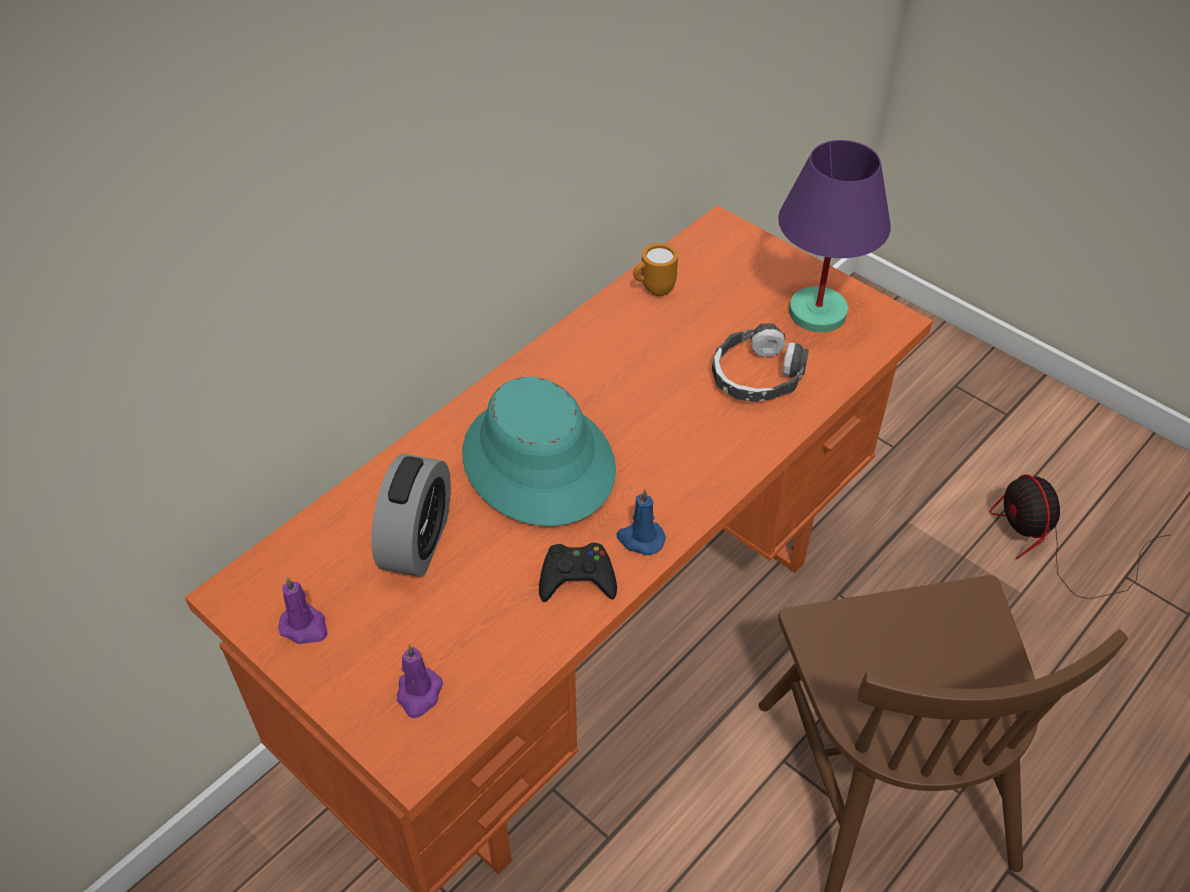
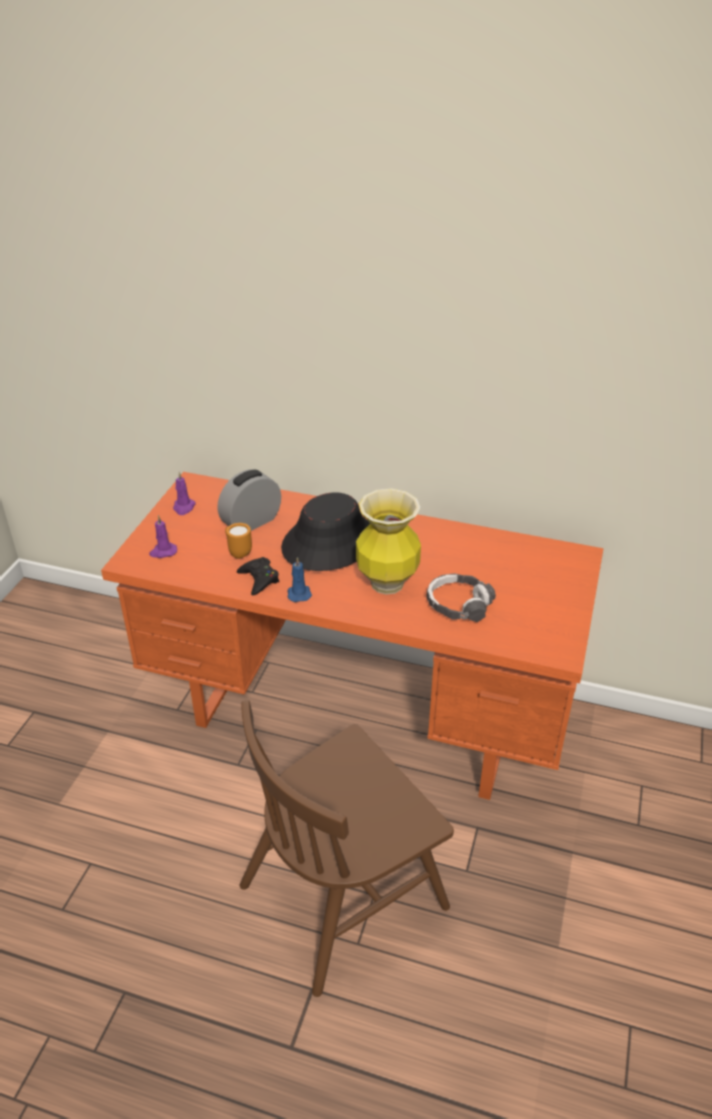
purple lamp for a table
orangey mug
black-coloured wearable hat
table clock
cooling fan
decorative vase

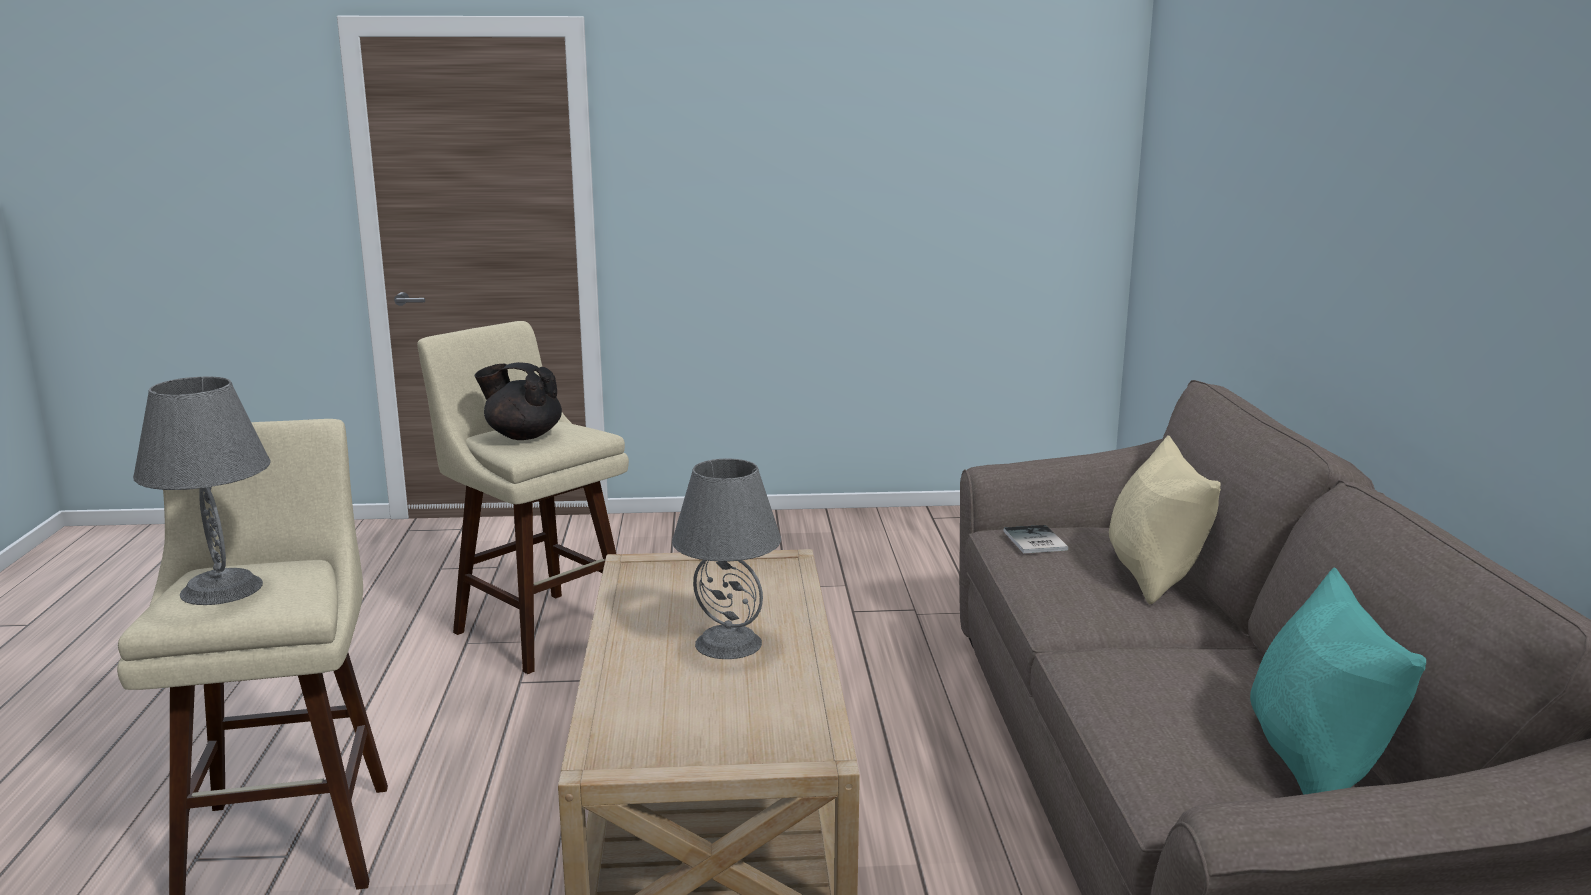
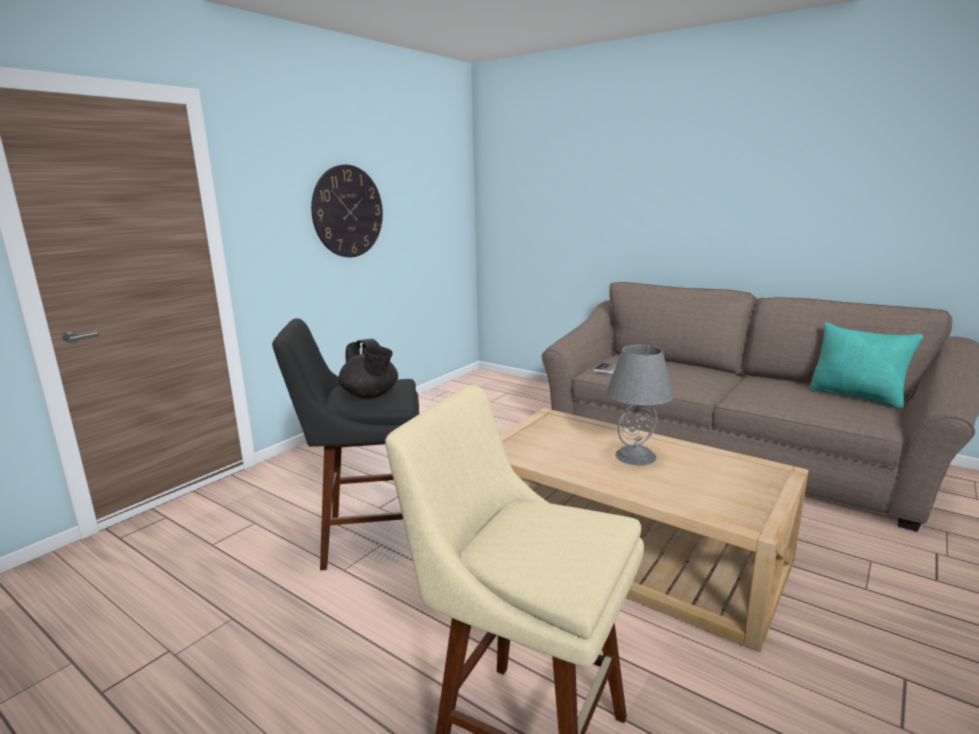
black-coloured sitting stool
black-coloured pot for tea
grey lamp for a table (no. 1 from left in the first image)
beige-coloured cushion
wall clock

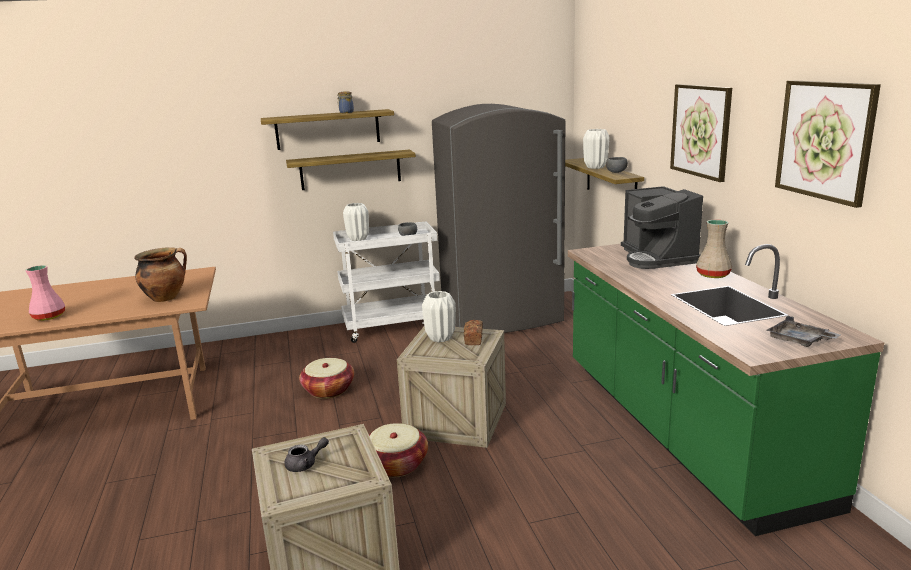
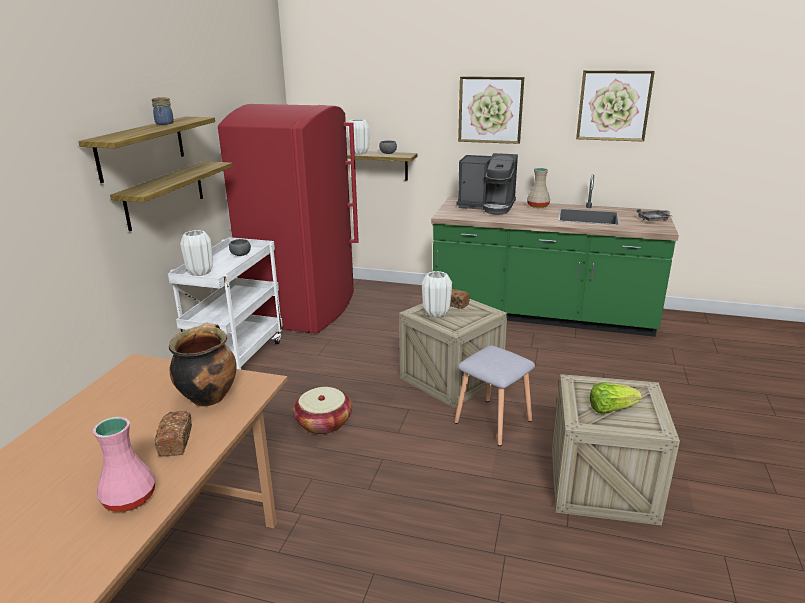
reddish kitchen fridge
grey sitting stool
lettuce
bakery bread (no. 1 from left)

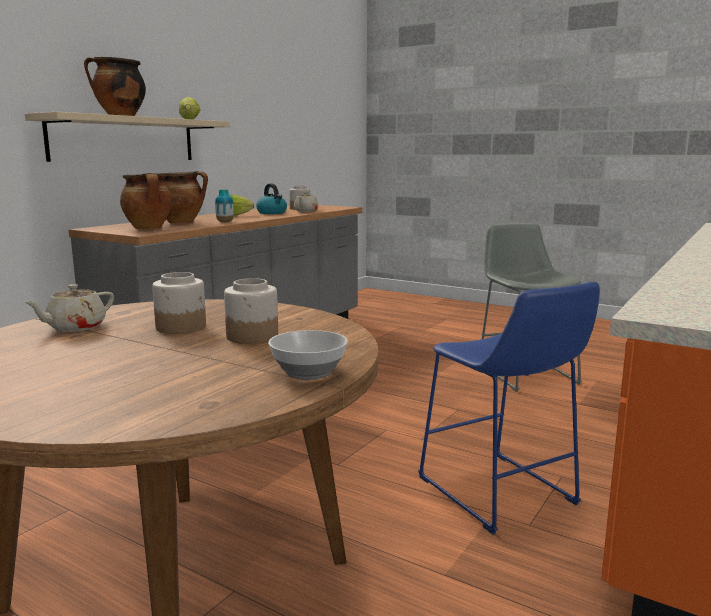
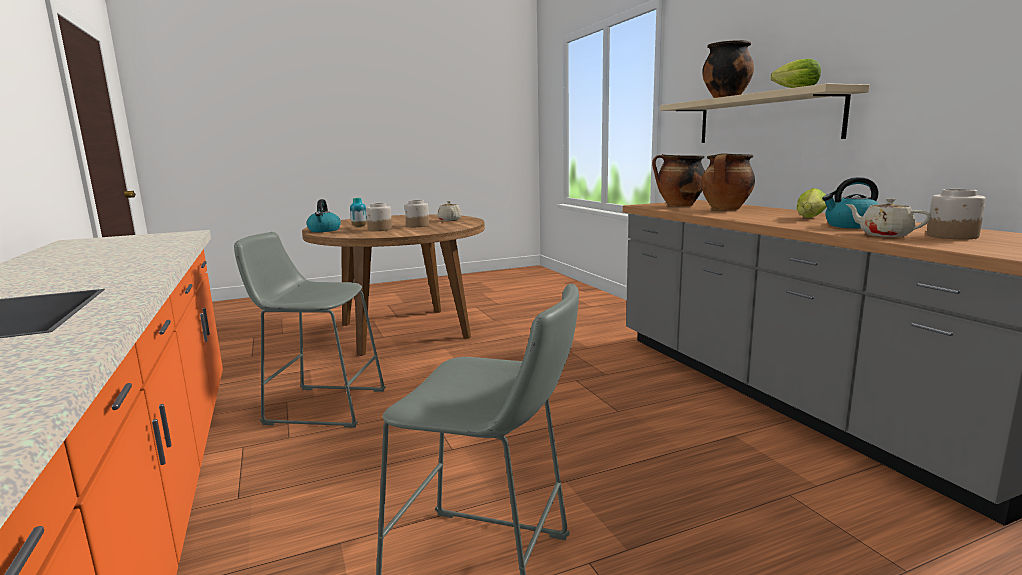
decorative vase
grey sitting stool (no. 1 from left)
tea kettle (no. 1 from left)

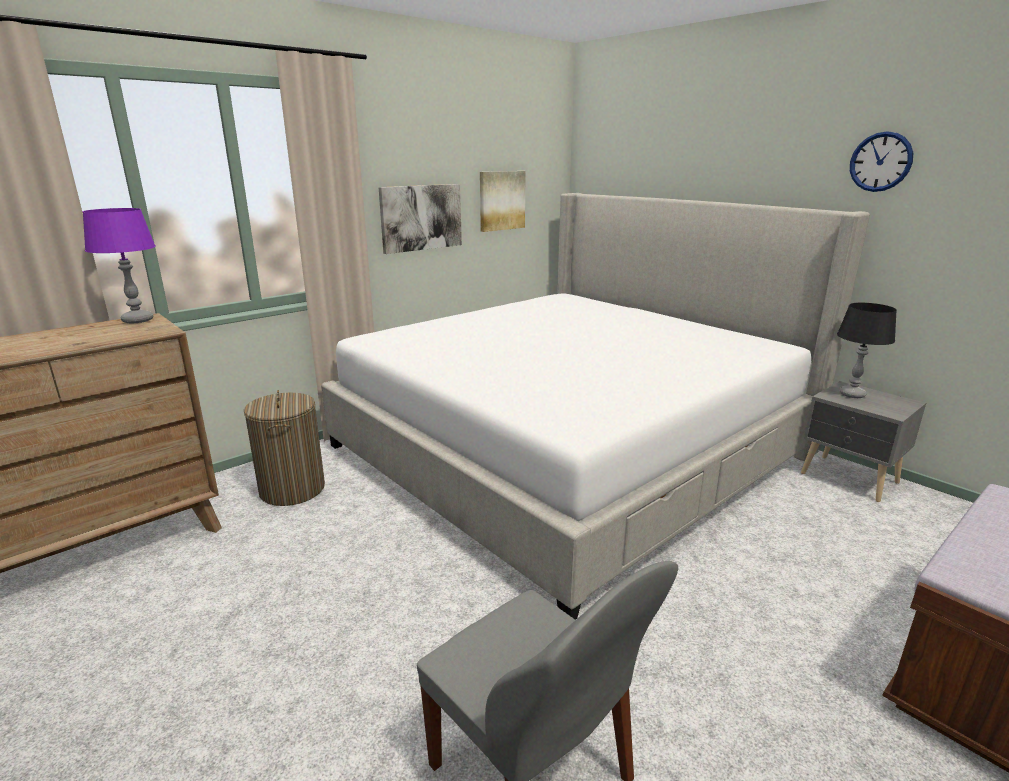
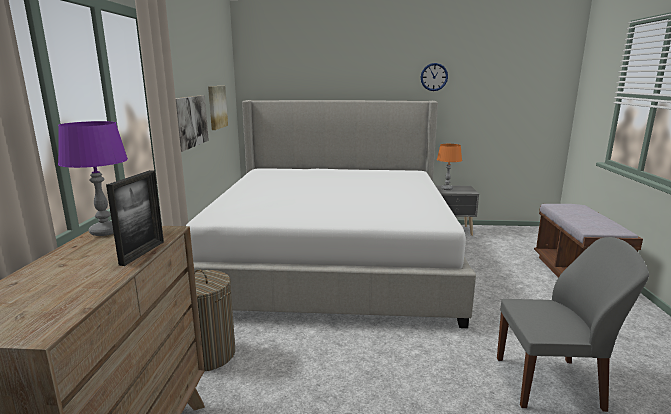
orangey lamp for a table
picture frame

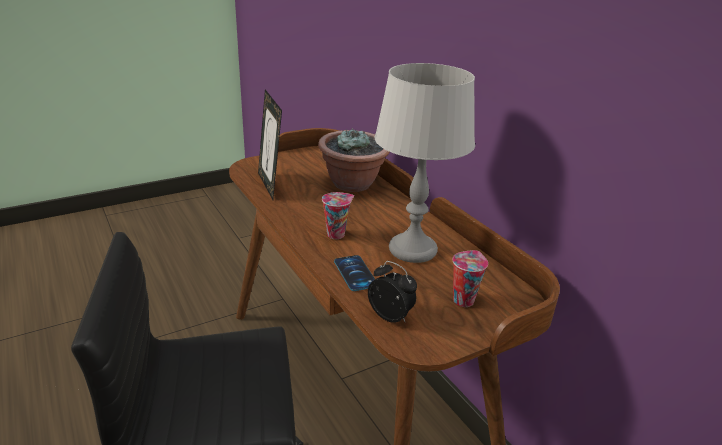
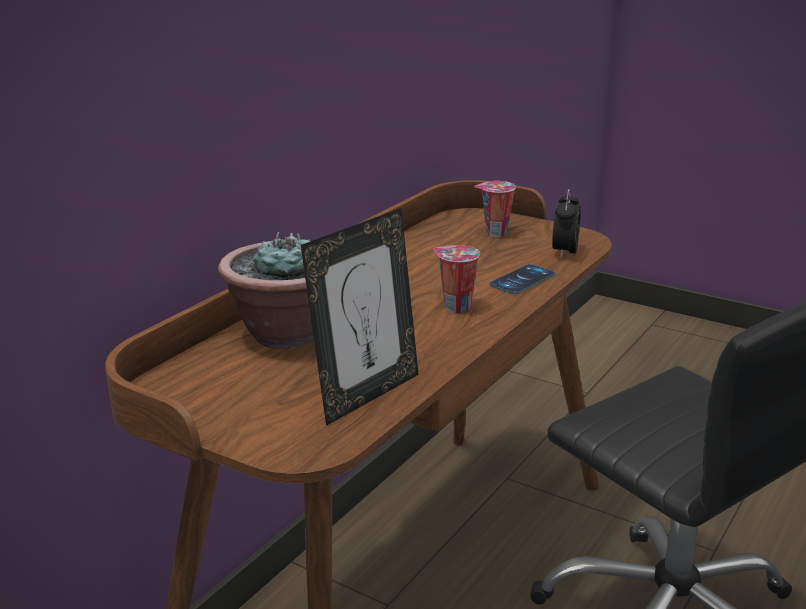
grey lamp for a table

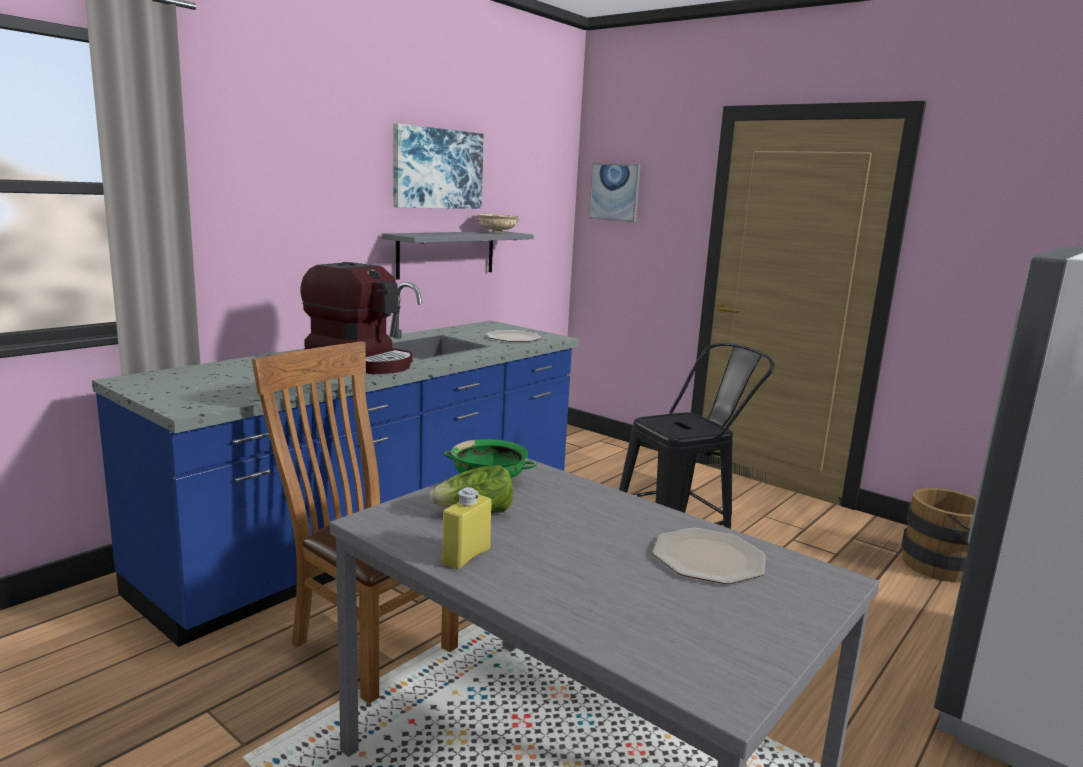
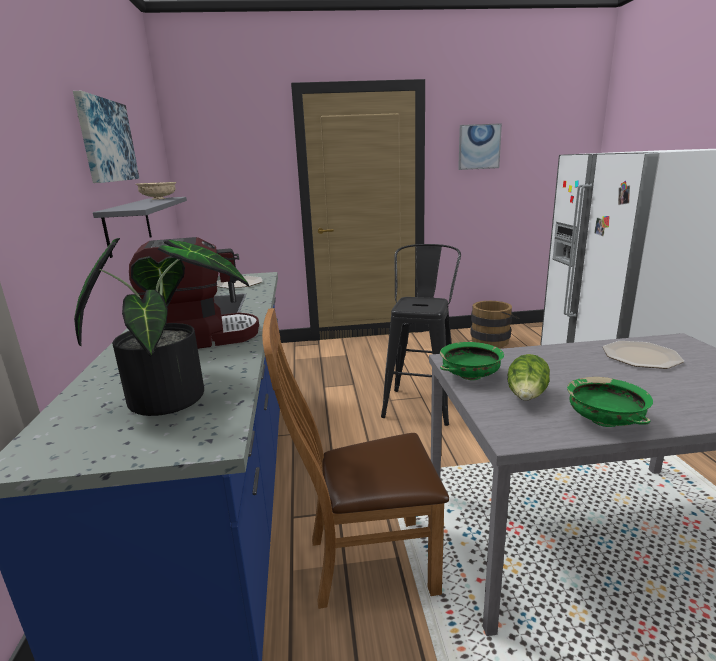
picture (no. 2 from left)
green bowl (no. 2 from left)
houseplant

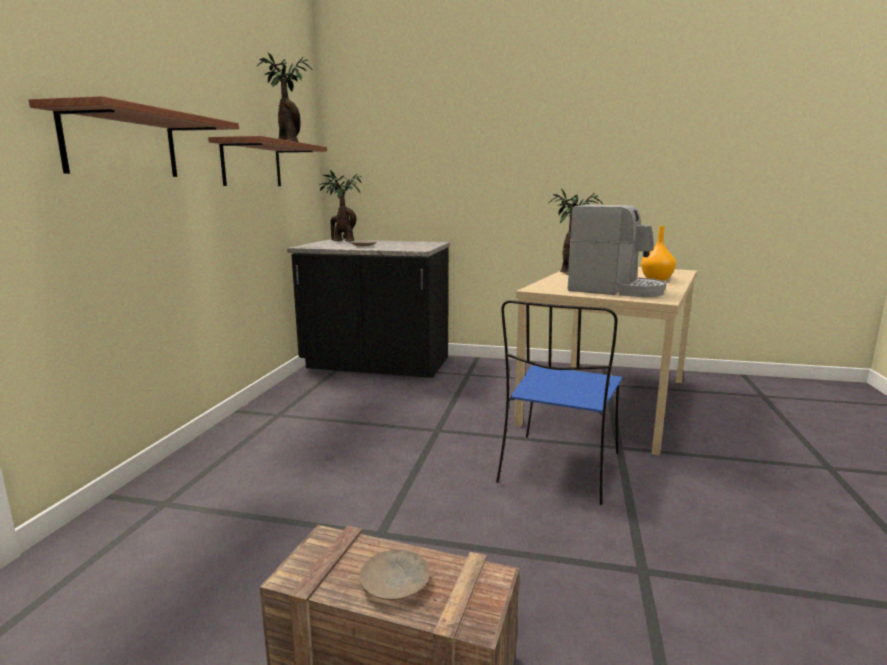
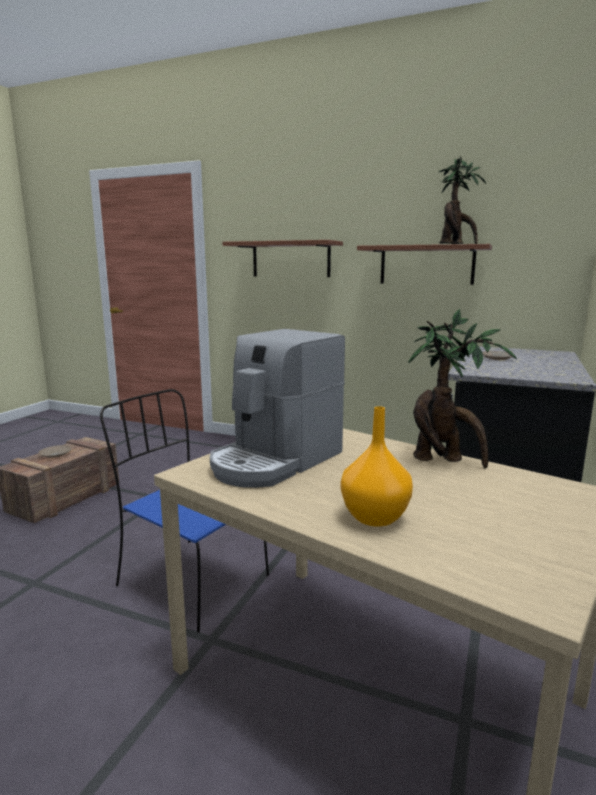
houseplant (no. 2 from left in the first image)

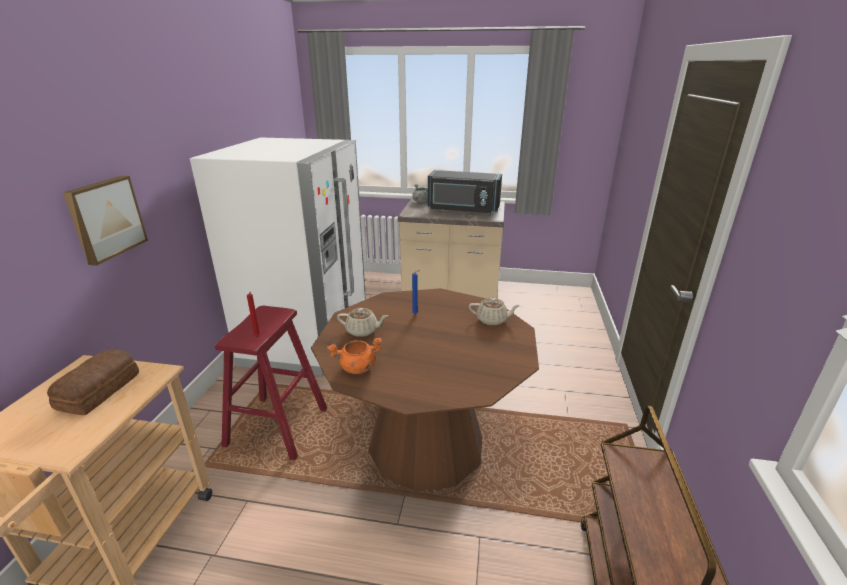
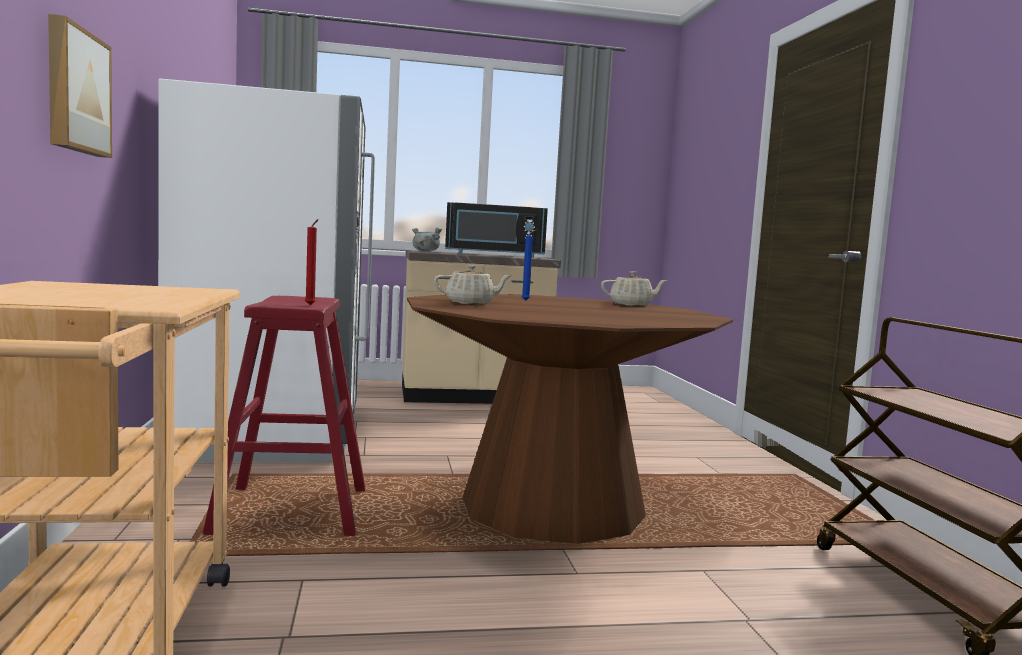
orangey cooking pot
bakery bread

